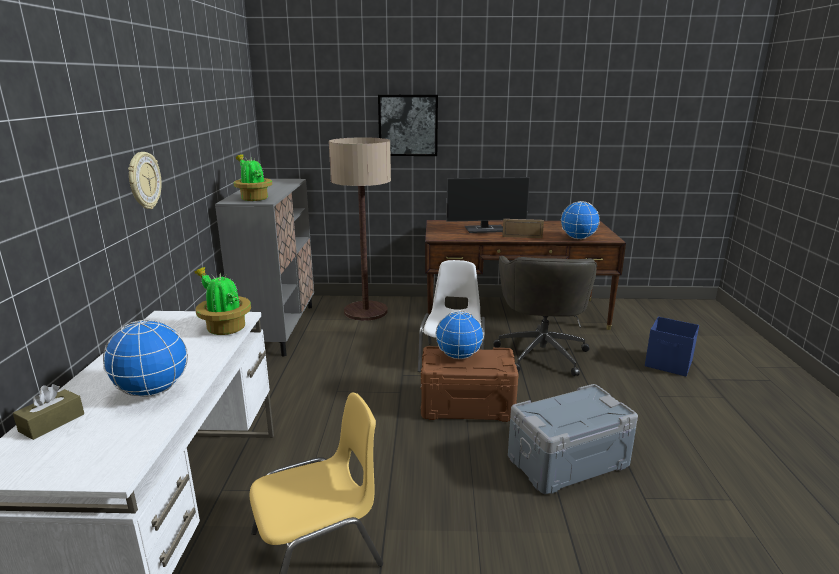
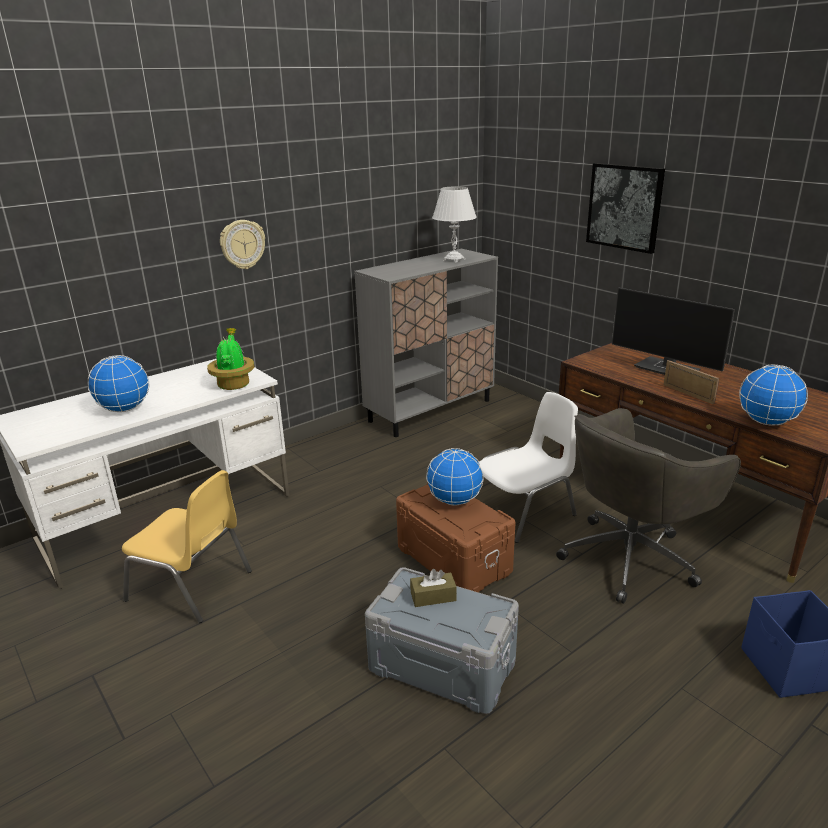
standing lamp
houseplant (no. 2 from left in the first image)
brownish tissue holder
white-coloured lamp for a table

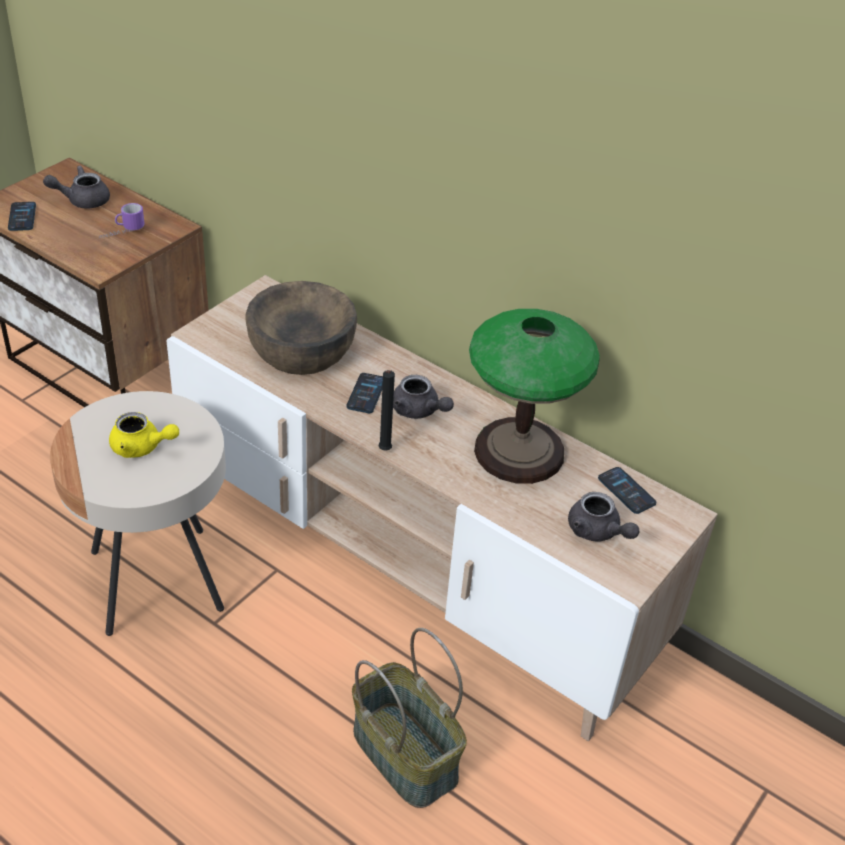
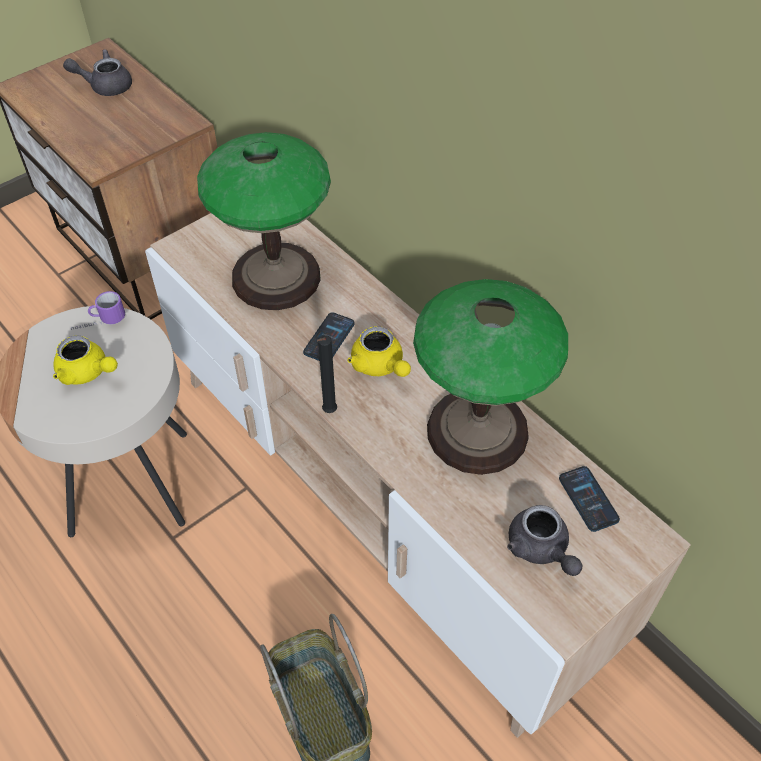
phone (no. 1 from left in the first image)
mug
lamp for a table (no. 1 from left)
yellow-coloured pot for tea (no. 2 from left)

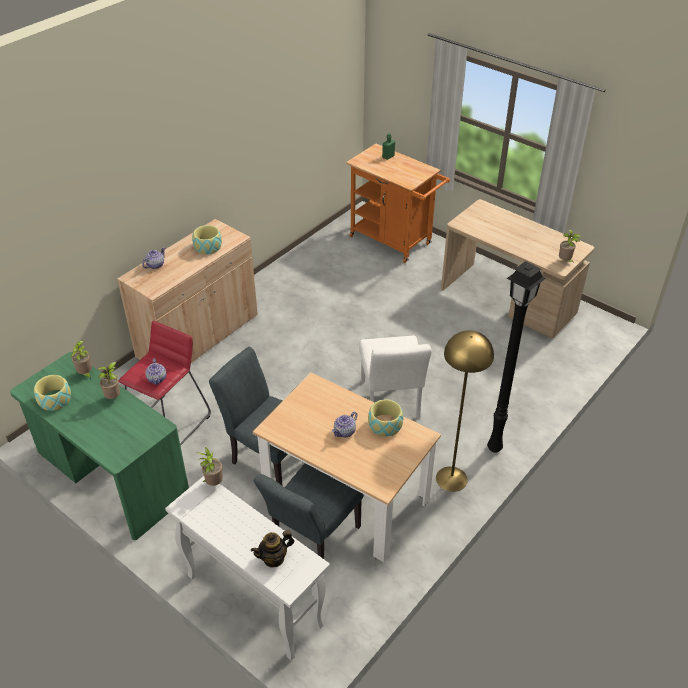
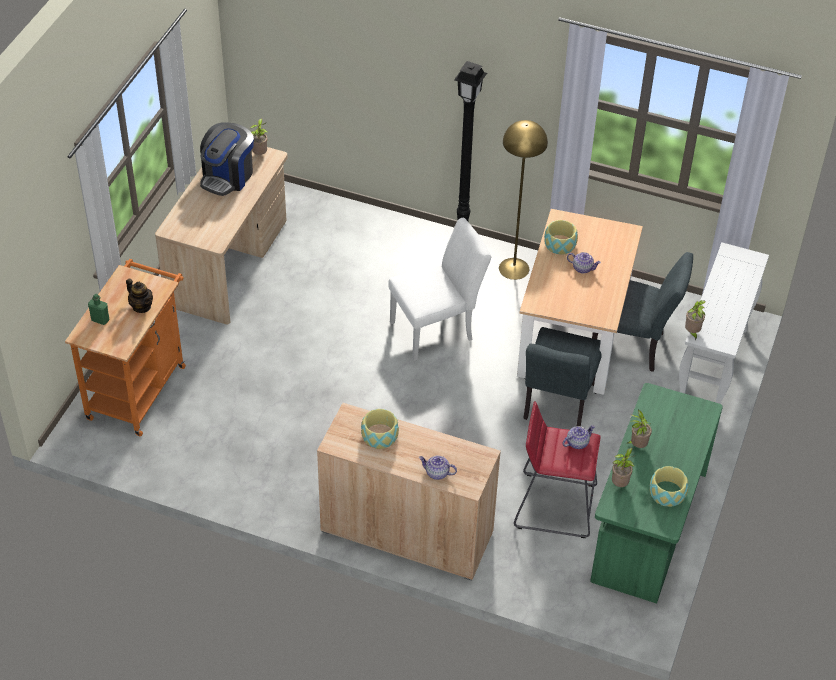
pot for tea (no. 1 from left)
coffee maker

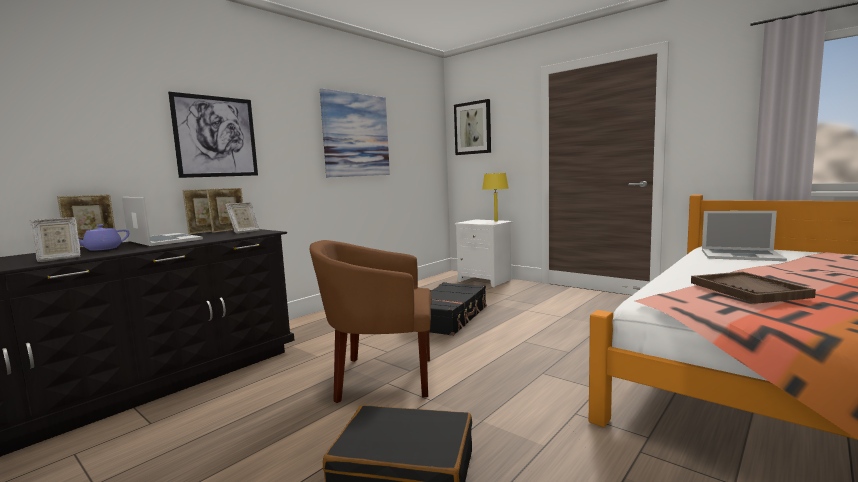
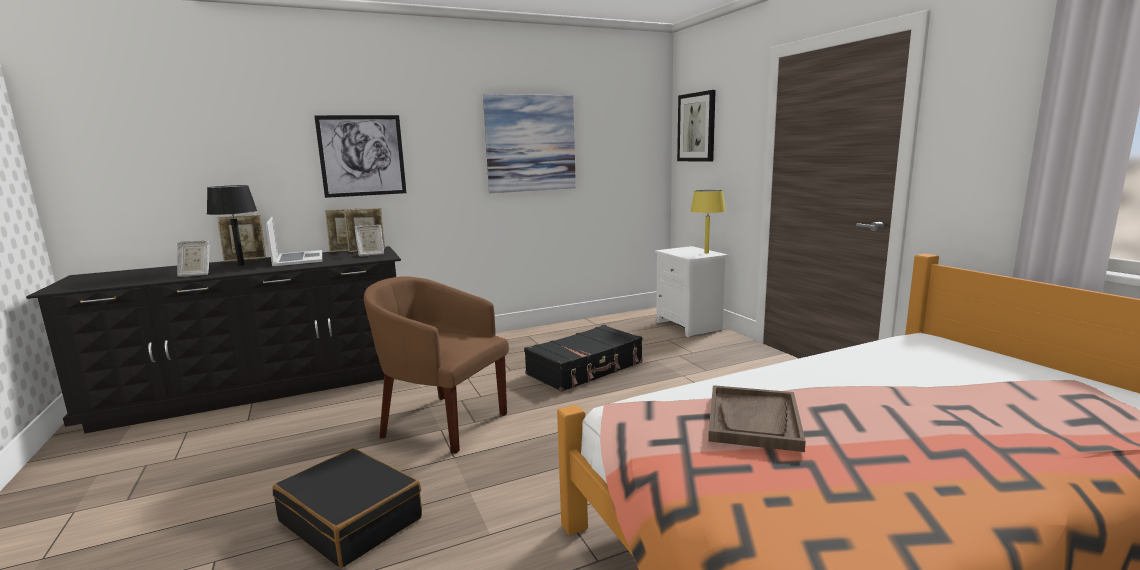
notebook computer (no. 2 from left in the first image)
black-coloured lamp for a table

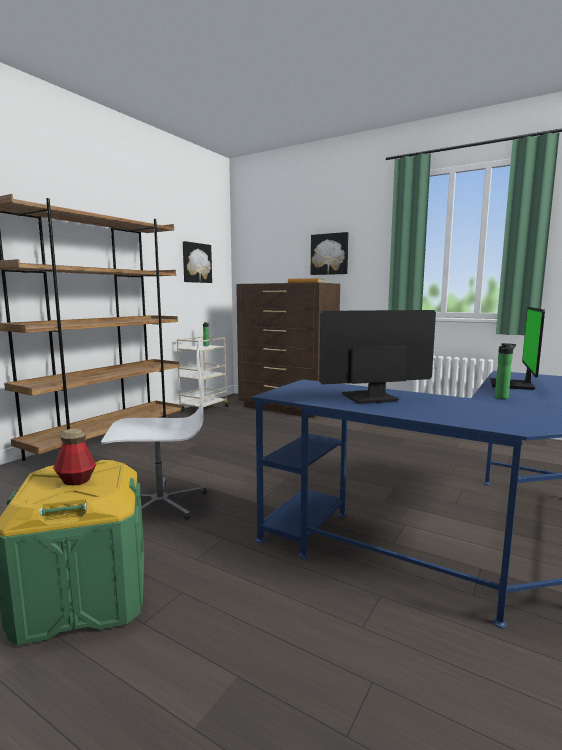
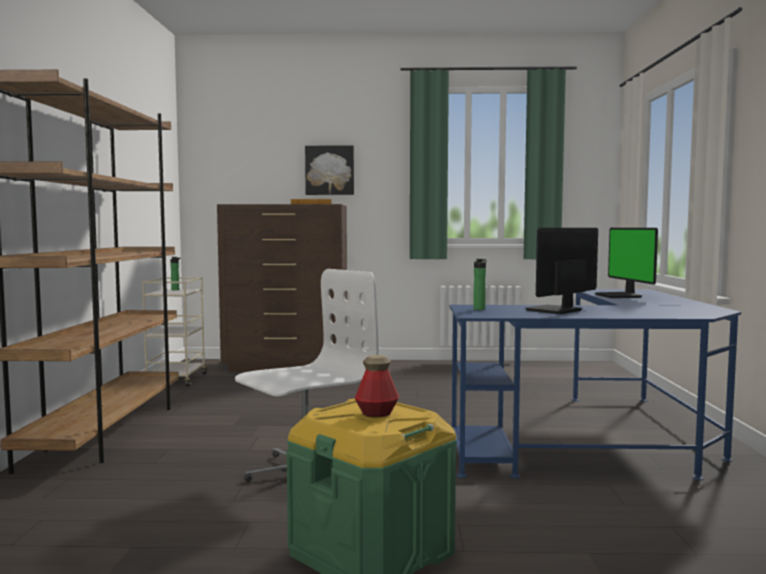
picture (no. 1 from left in the first image)
bottle (no. 3 from left)

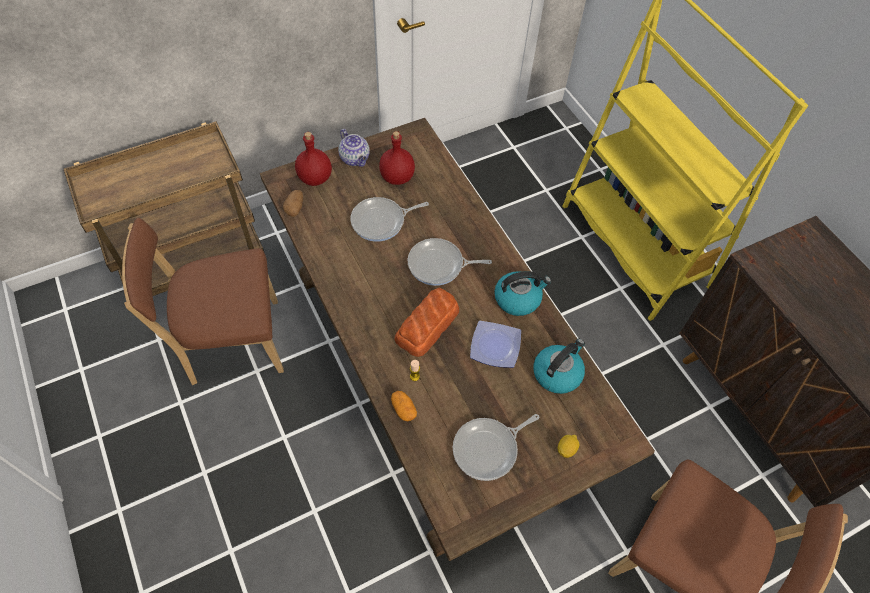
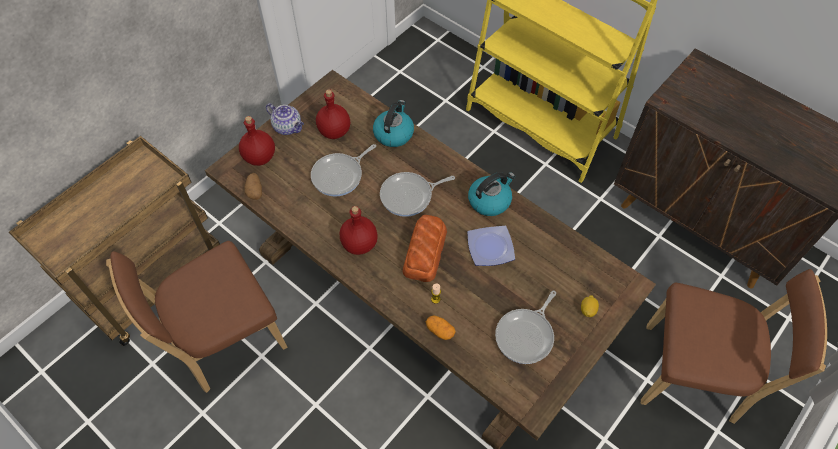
tea kettle (no. 1 from left)
reddish bottle (no. 3 from left)

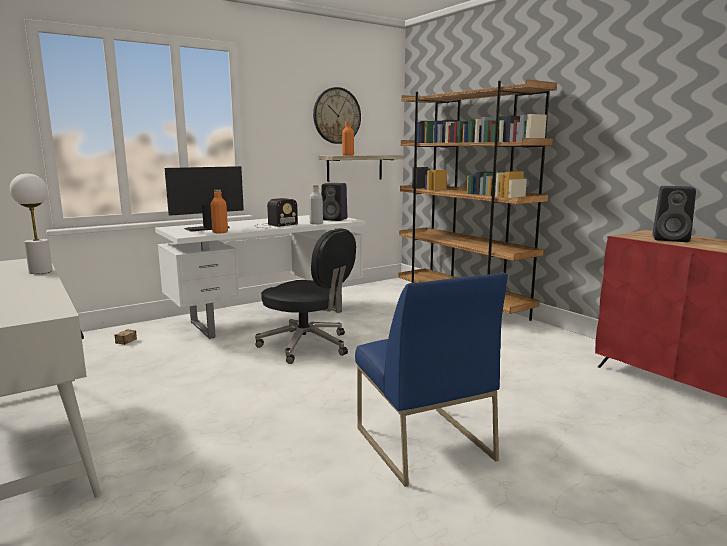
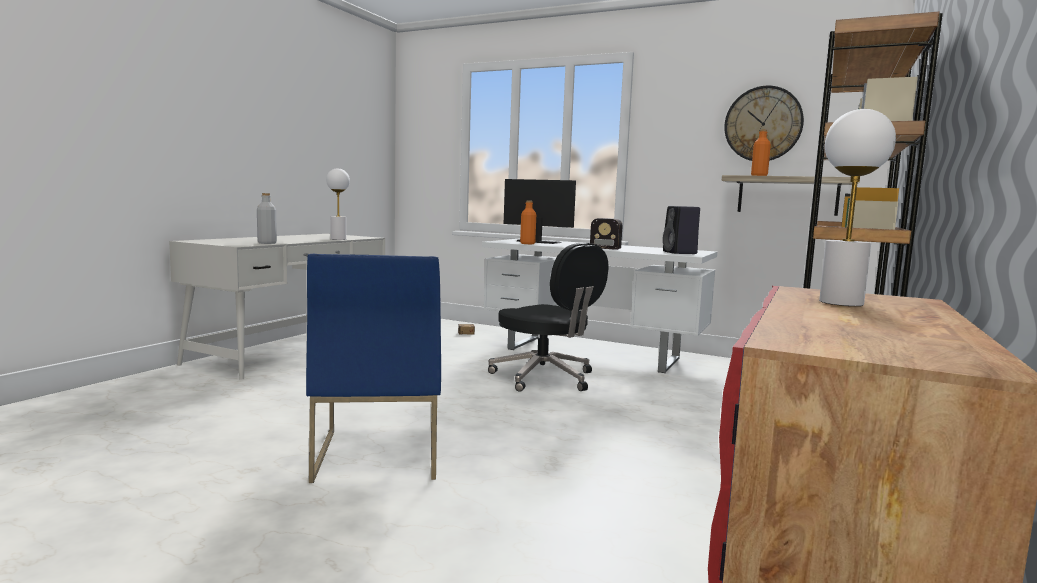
grey bottle
white-coloured lamp for a table (no. 2 from left)
black-coloured office chair
blue upright chair

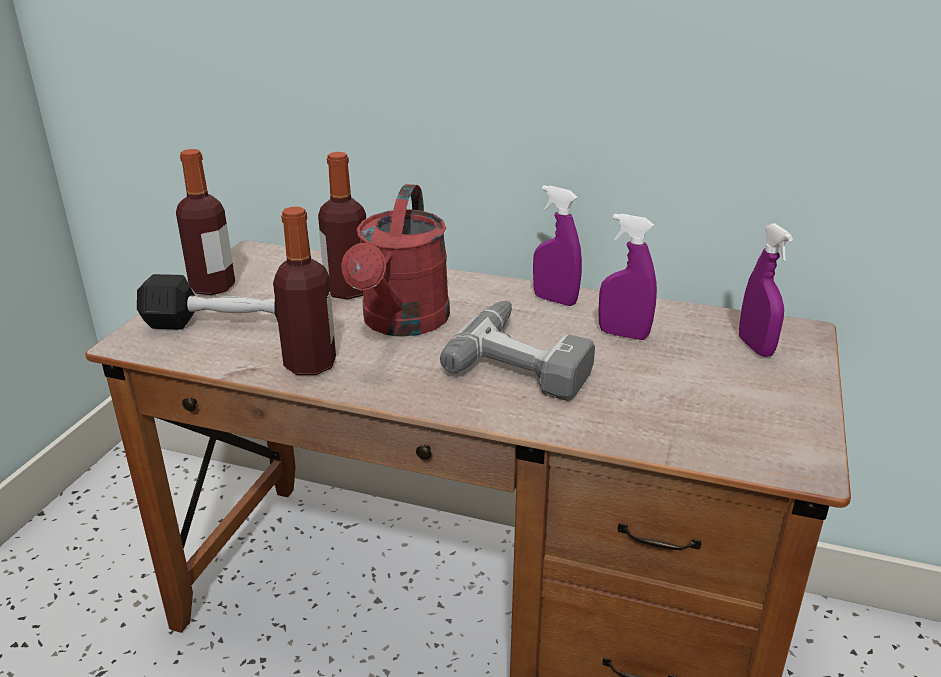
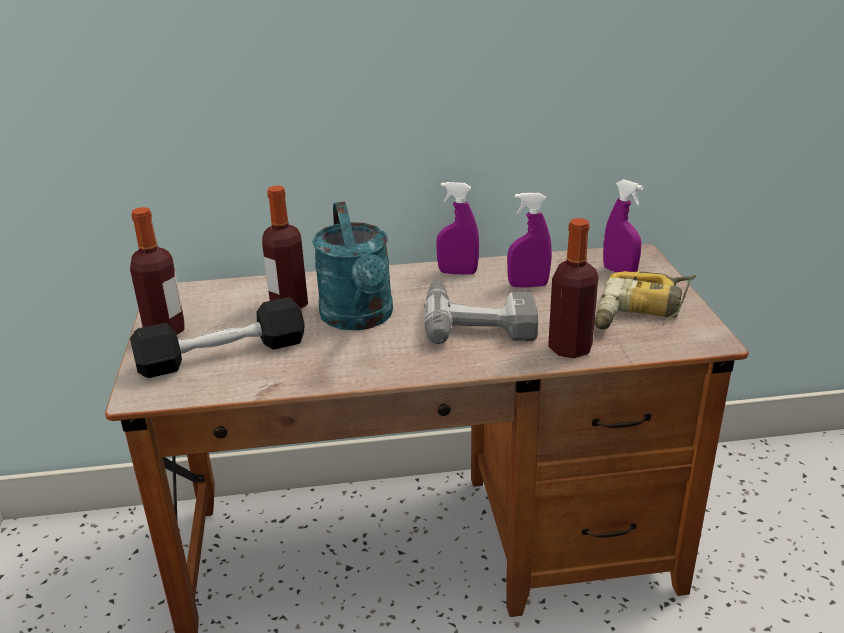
turquoise-coloured watering can
bottle (no. 3 from left)
power drill (no. 2 from left)

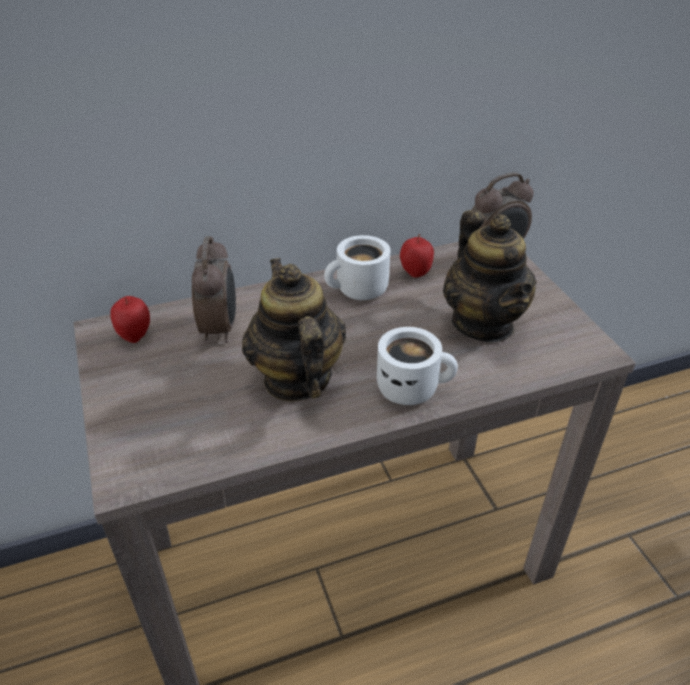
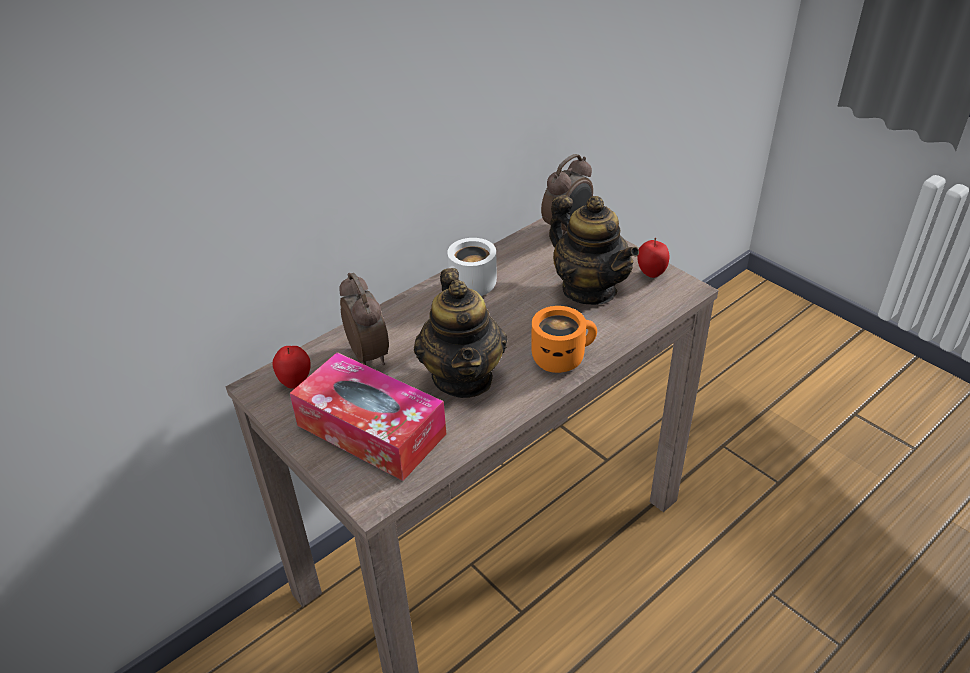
apple (no. 2 from left)
pot for tea (no. 1 from left)
orangey mug
tissue holder

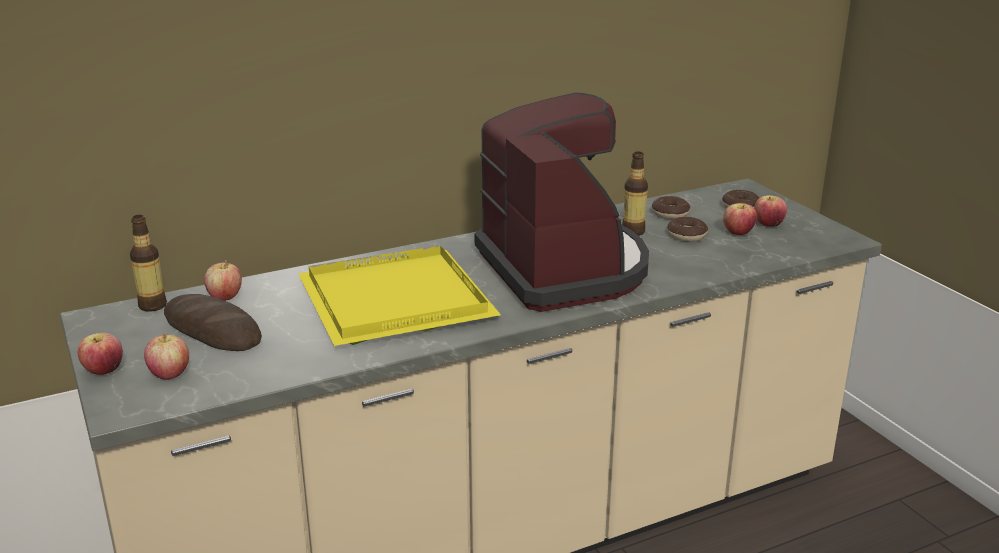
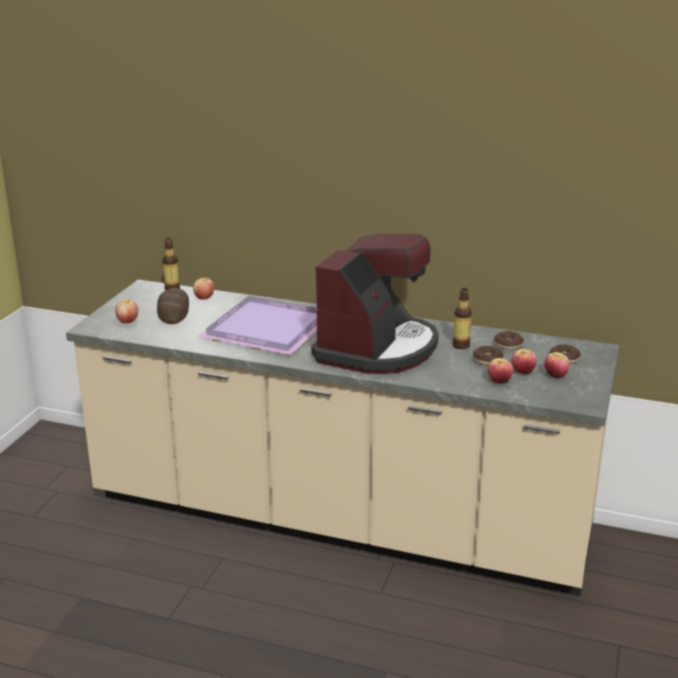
purple tray
apple (no. 3 from left)

